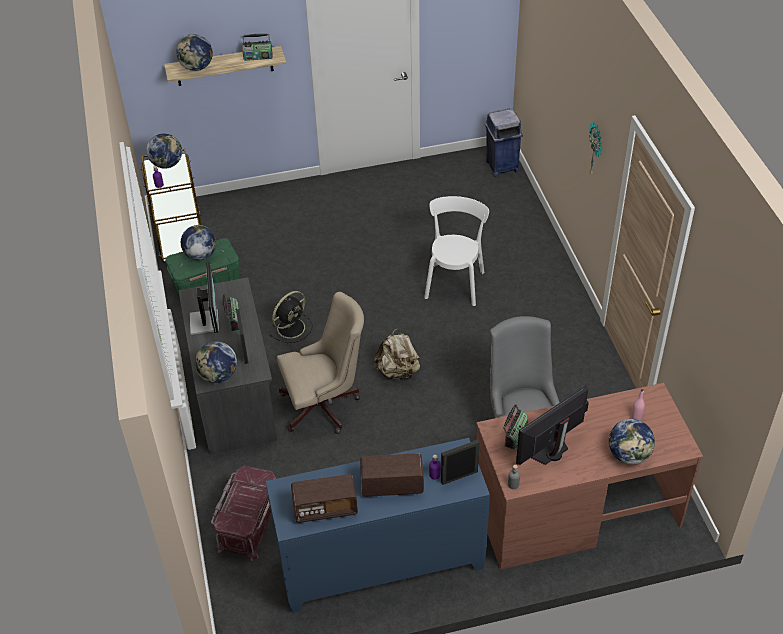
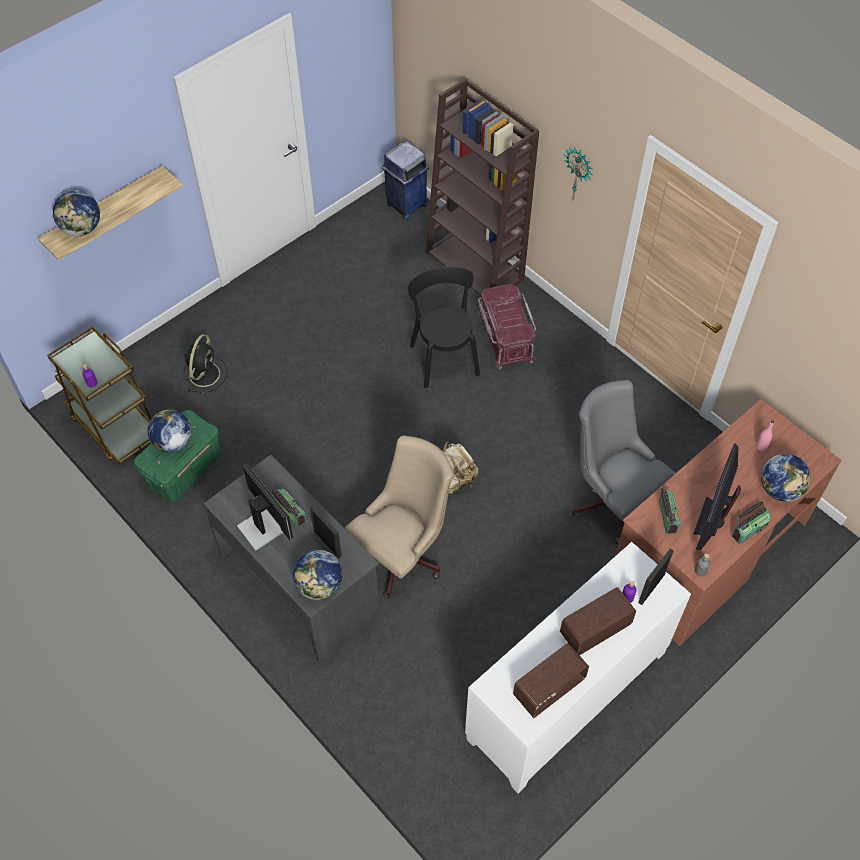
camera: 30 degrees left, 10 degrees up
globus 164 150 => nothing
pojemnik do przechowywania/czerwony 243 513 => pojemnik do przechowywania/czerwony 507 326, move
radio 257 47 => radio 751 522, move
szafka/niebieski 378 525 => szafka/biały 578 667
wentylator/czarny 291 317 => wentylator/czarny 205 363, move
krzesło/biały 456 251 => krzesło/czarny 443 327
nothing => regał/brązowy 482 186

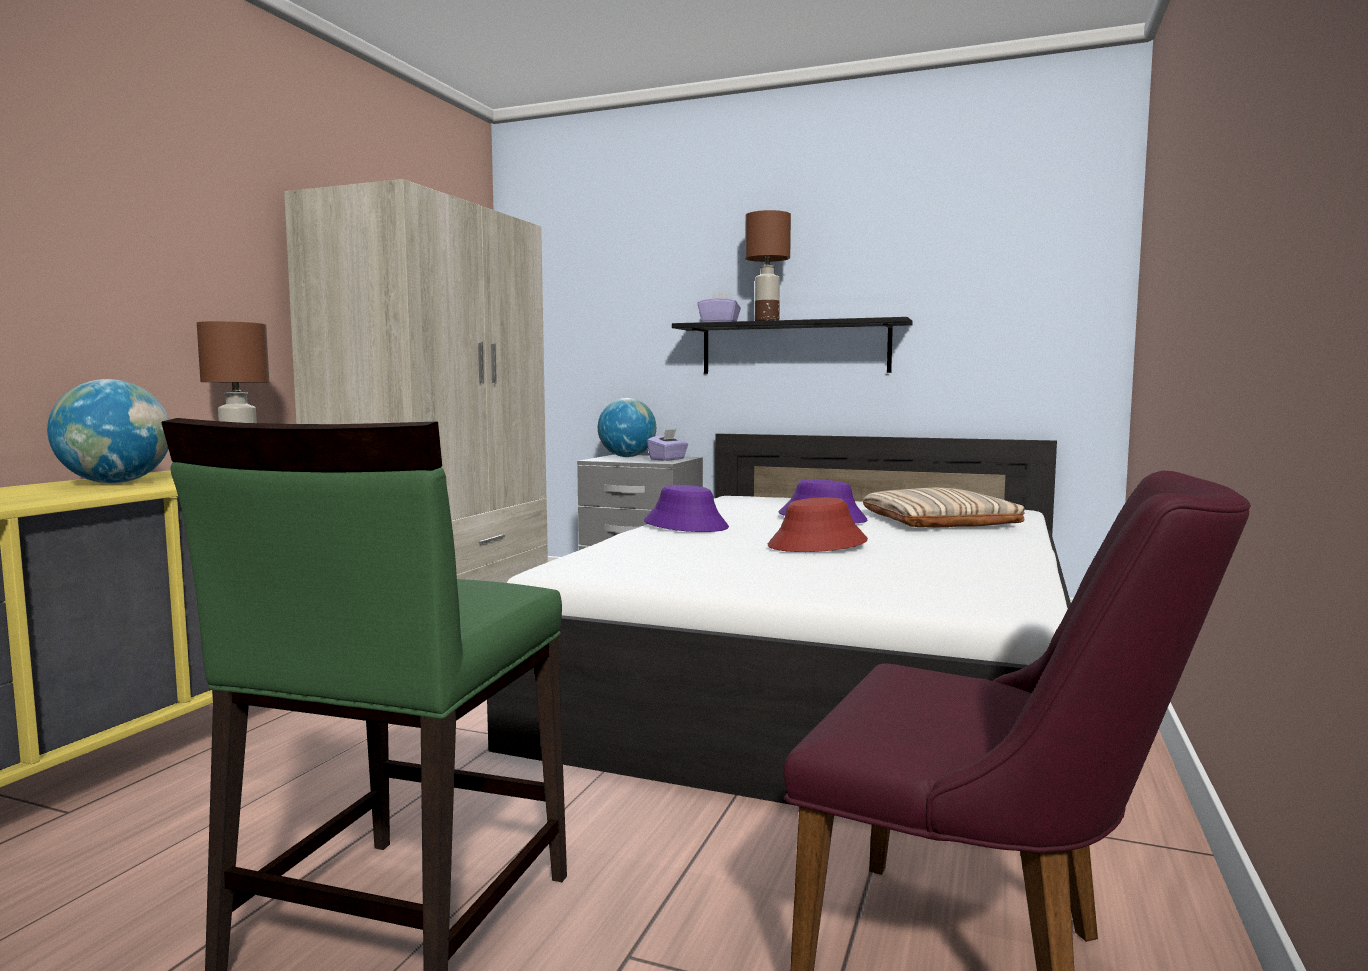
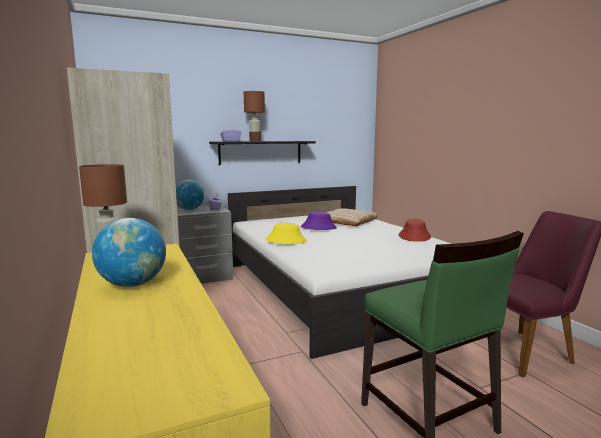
camera: 45 degrees left, 5 degrees up
kapelusz/fioletowy 686 508 => kapelusz/żółty 286 233
kapelusz/czerwony 818 525 => kapelusz/czerwony 415 230, move

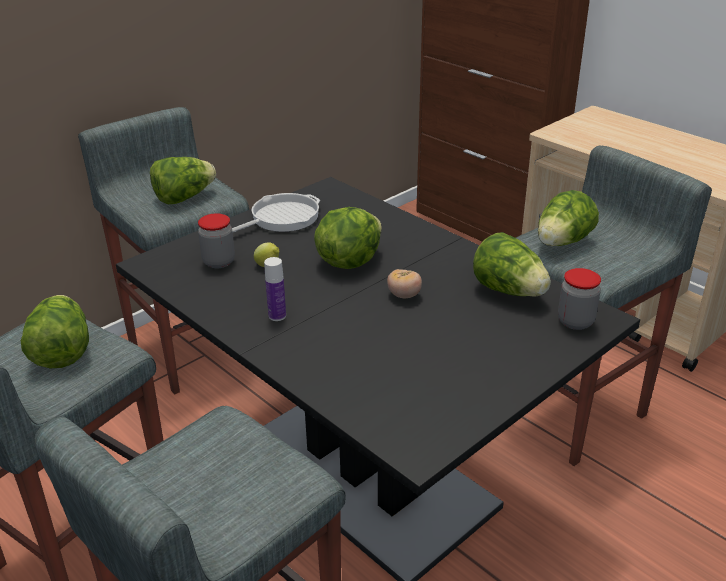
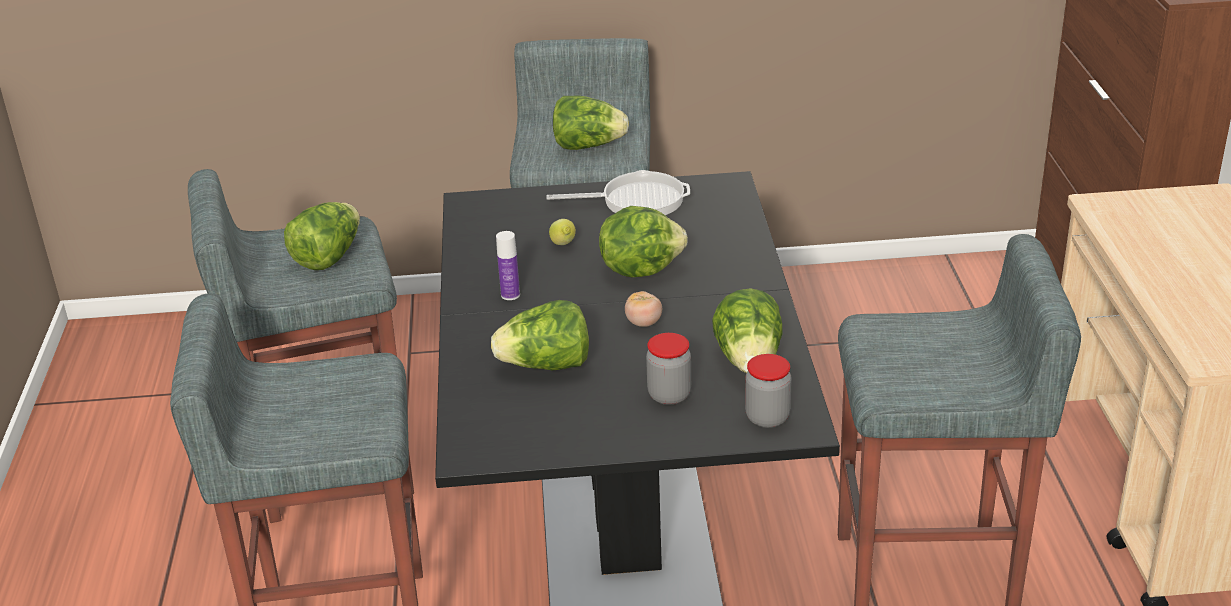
camera: 40 degrees right, 0 degrees up
słoik 216 240 => słoik 668 369, move
sałata 568 218 => sałata 540 335, move

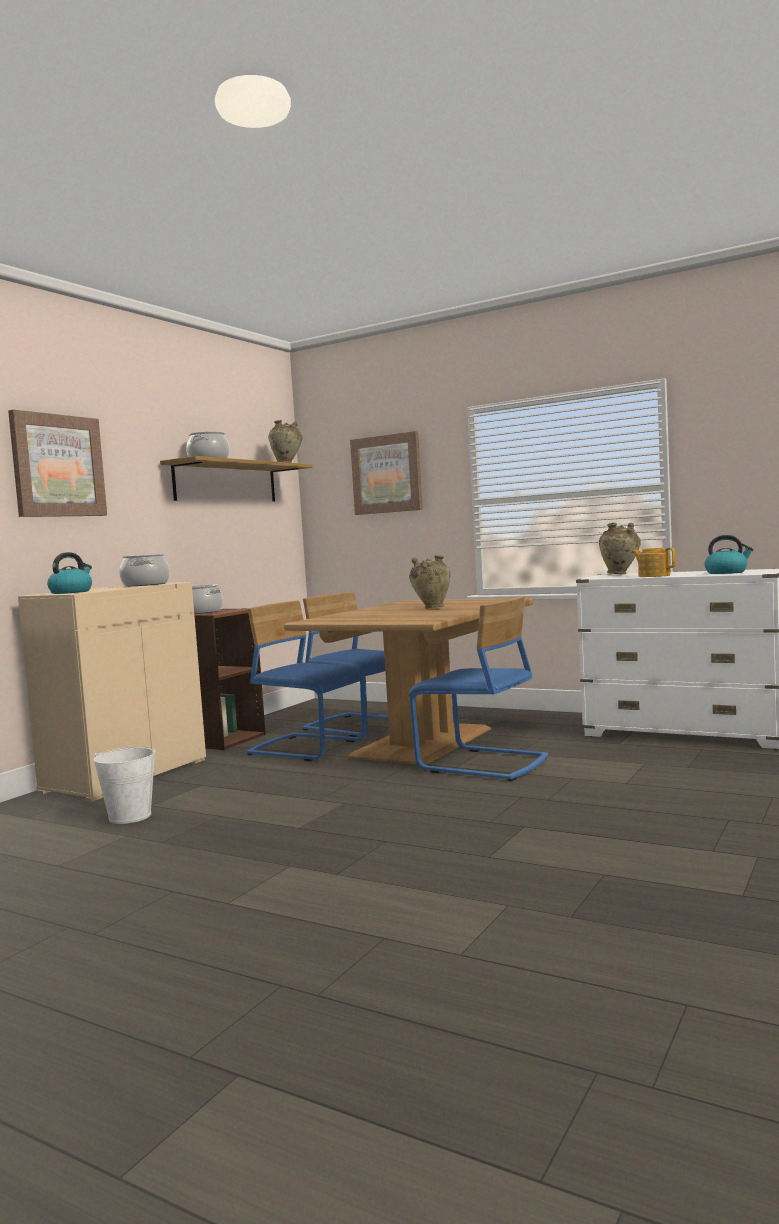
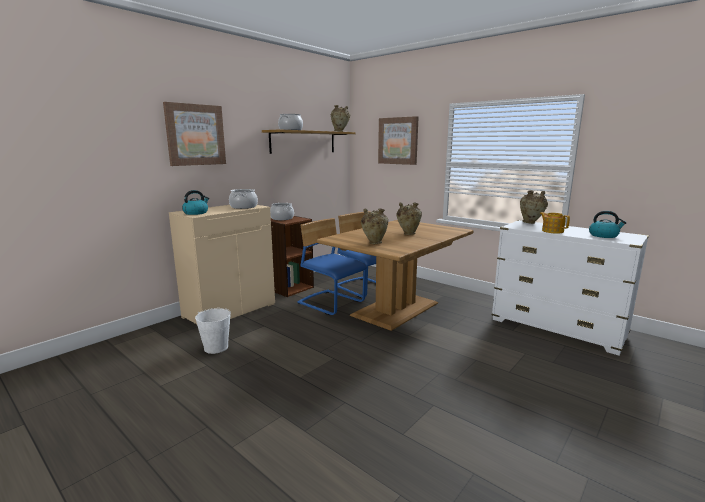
camera: 10 degrees right, 10 degrees up
krzesło/niebieski 478 688 => nothing
nothing => wazon/beżowy 374 226

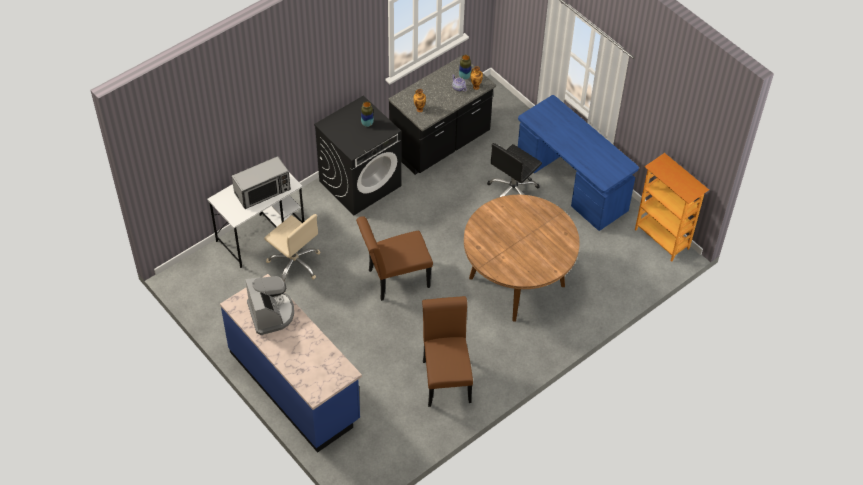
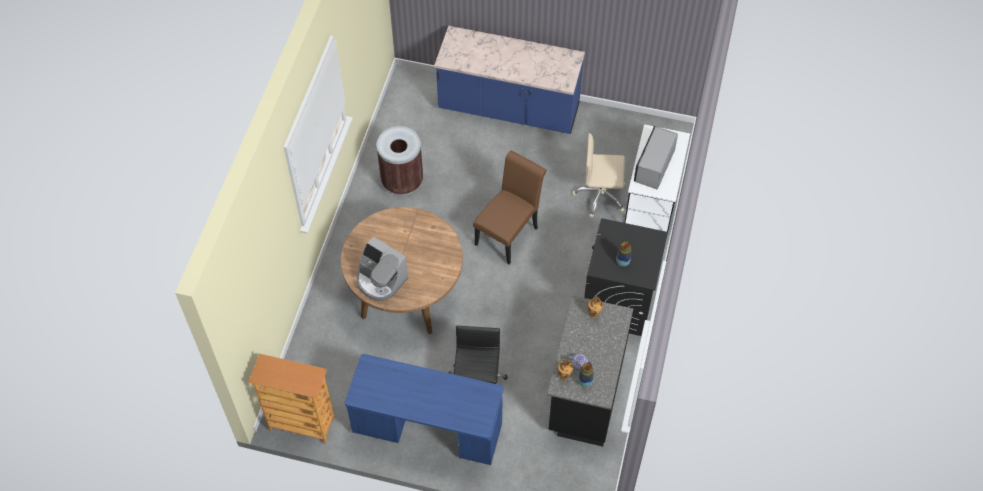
camera: 145 degrees right, 5 degrees up
ekspres do kawy 269 305 => ekspres do kawy 382 268, move
krzesło/brązowy 447 351 => kosz na śmieci/brązowy 400 161

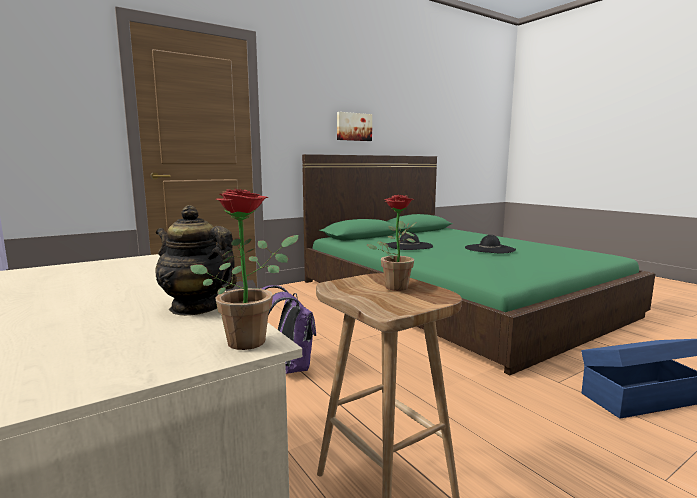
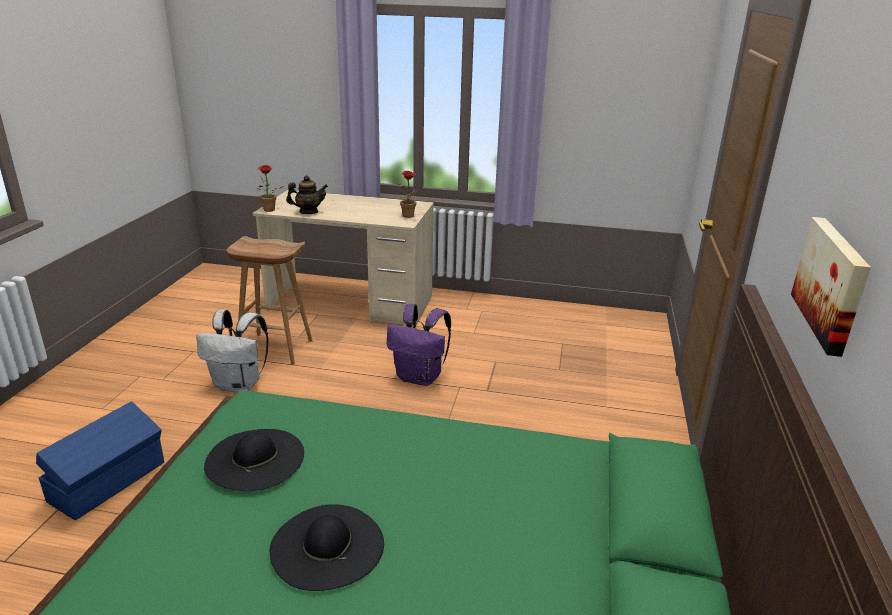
camera: 135 degrees right, 15 degrees up
roślina doniczkowa 391 242 => roślina doniczkowa 407 194, move
kapelusz/czarny 409 241 => kapelusz/czarny 254 460, move
nothing => plecak/biały 232 351

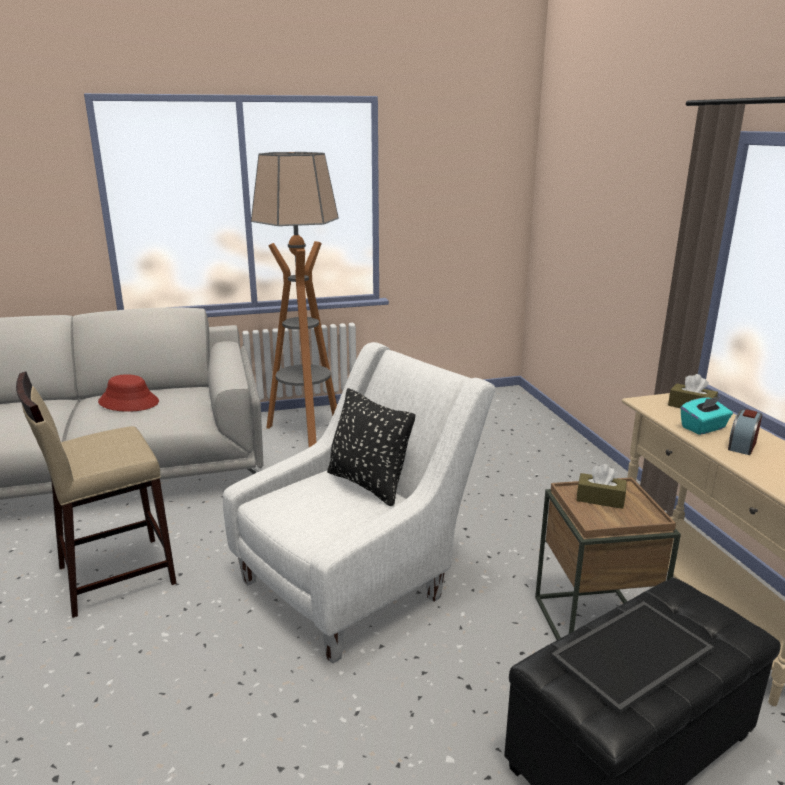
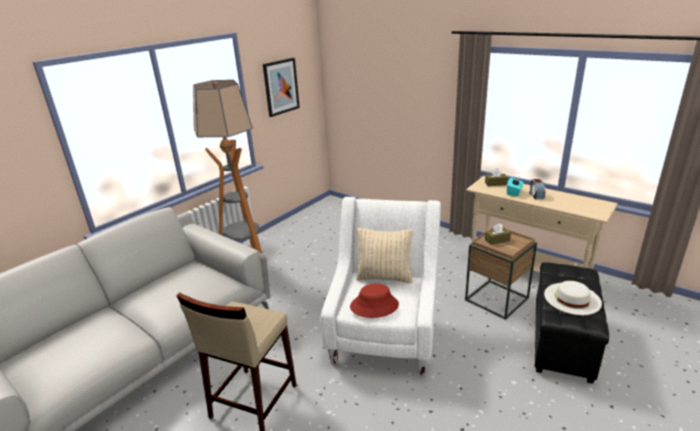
camera: 35 degrees left, 5 degrees up
kapelusz/czerwony 128 393 => kapelusz/czerwony 374 300, move
poduszka/czarny 371 447 => poduszka/beżowy 384 255
taca 632 657 => kapelusz/biały 573 298
nothing => obraz 281 87

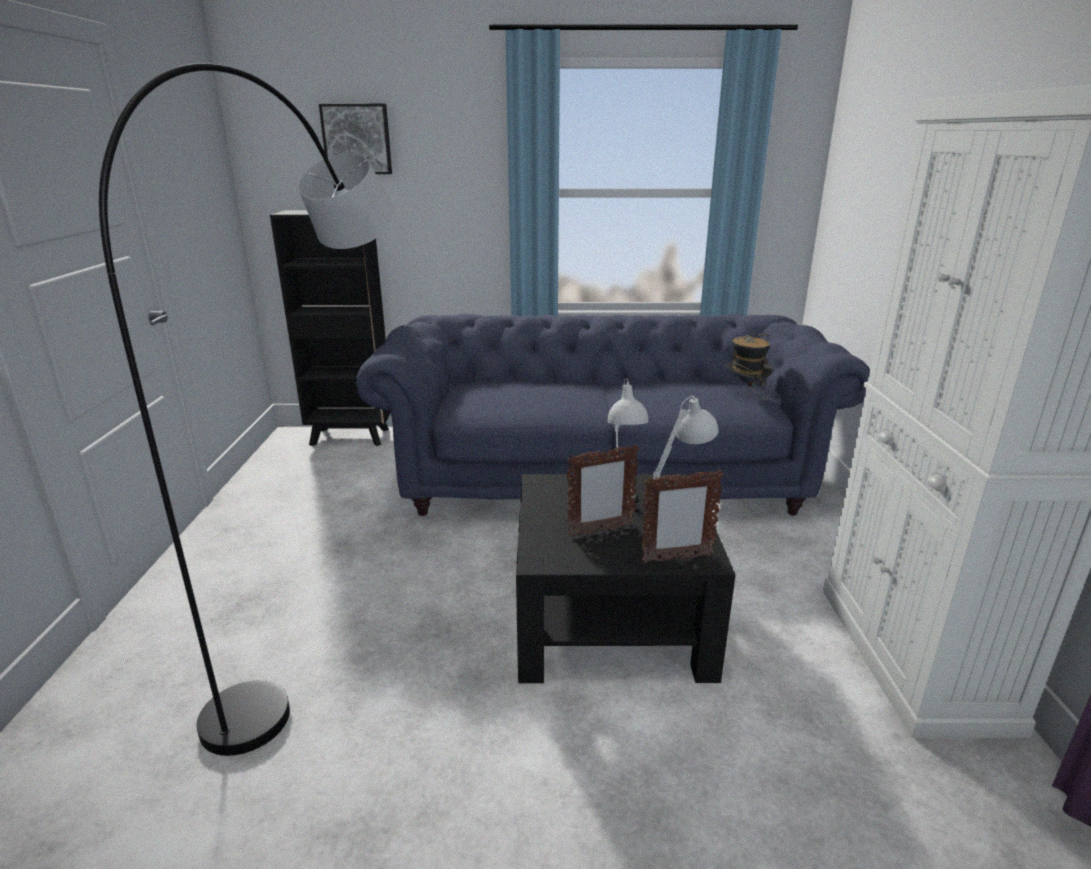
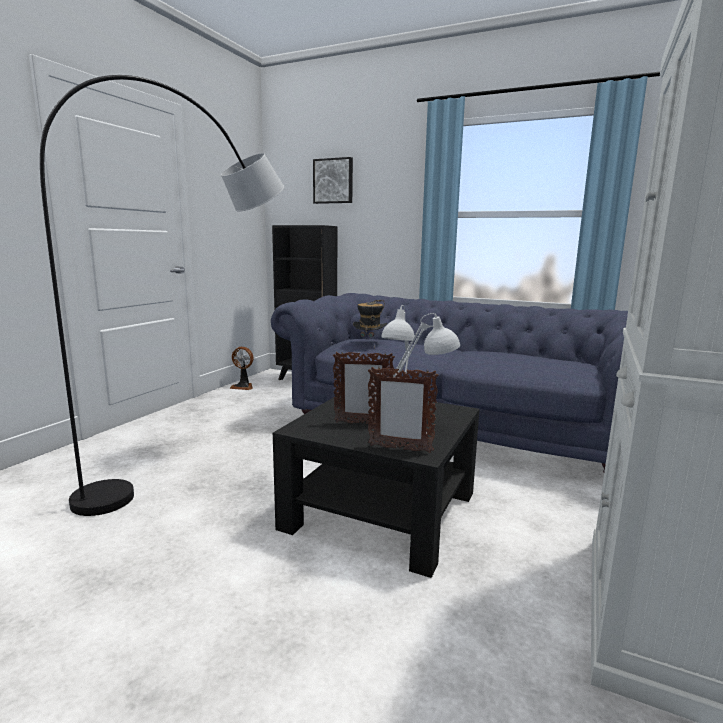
camera: 25 degrees right, 10 degrees down
kapelusz 748 366 => kapelusz 370 323, move
nothing => wentylator 242 368

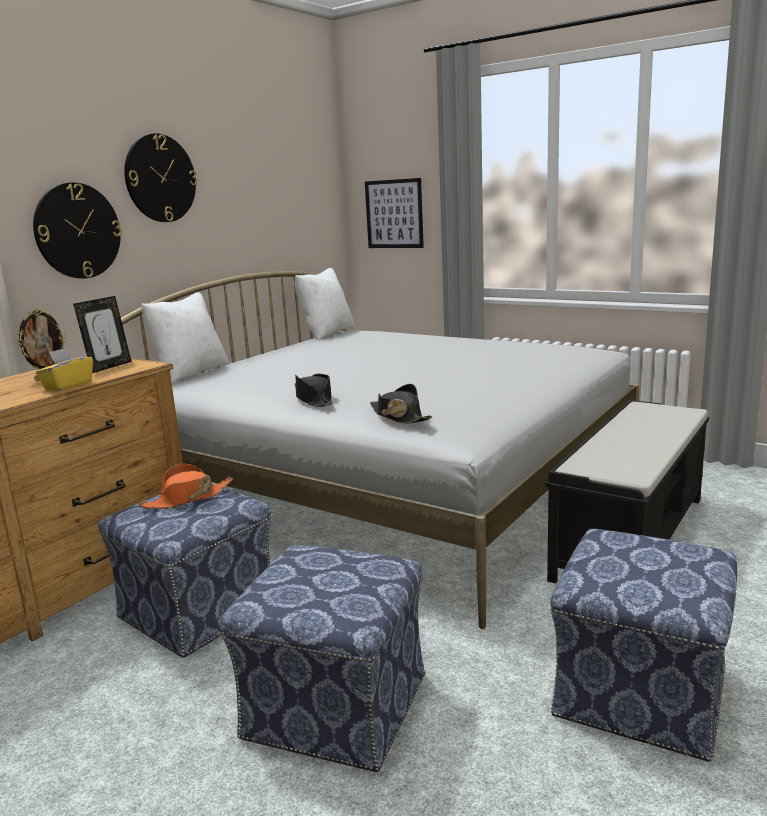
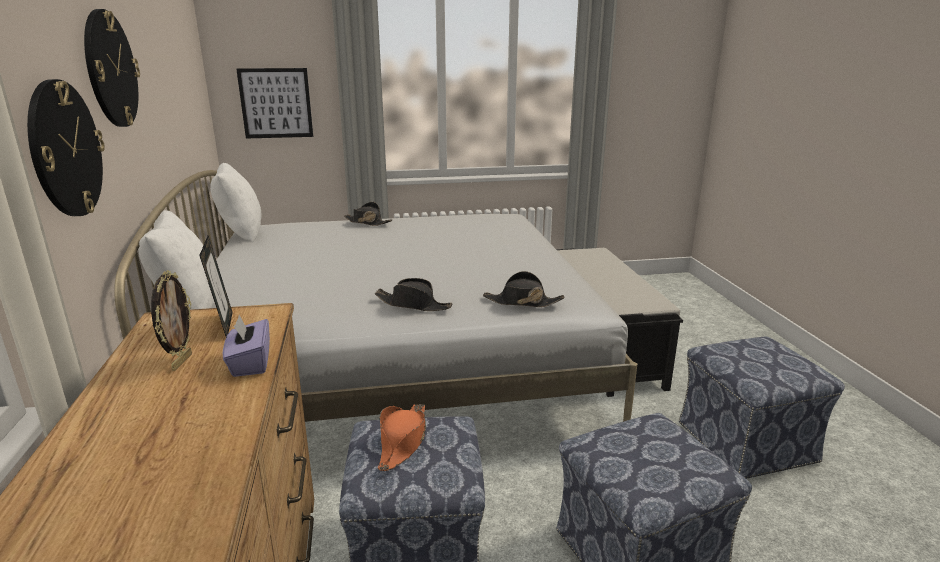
camera: 45 degrees left, 5 degrees up
pudełko chusteczek/żółty 64 369 => pudełko chusteczek/fioletowy 246 346
nothing => kapelusz/czarny 368 214

